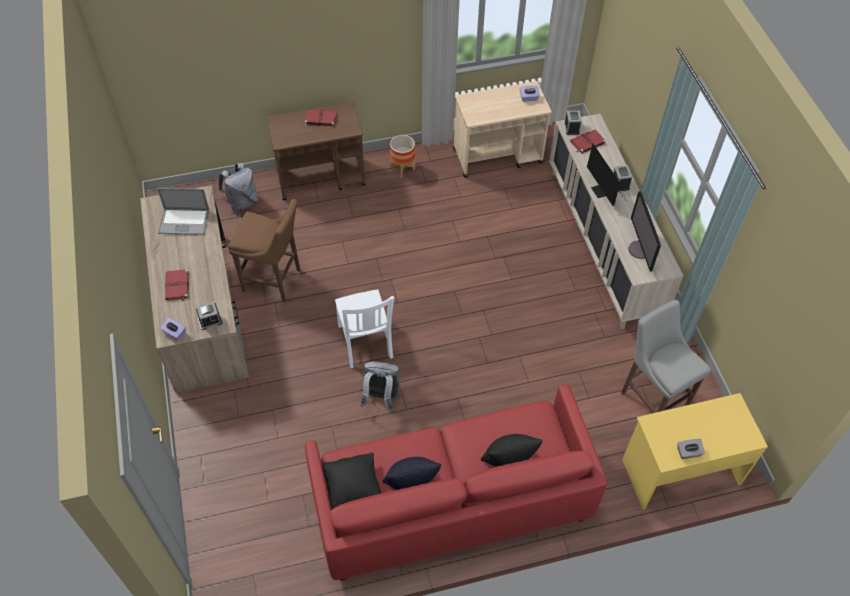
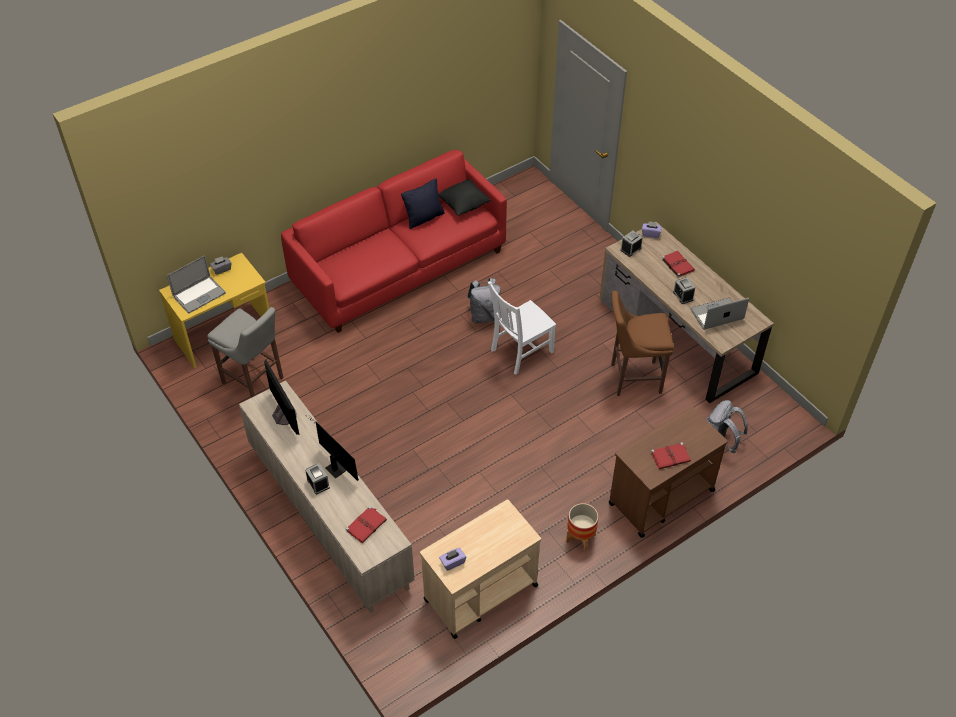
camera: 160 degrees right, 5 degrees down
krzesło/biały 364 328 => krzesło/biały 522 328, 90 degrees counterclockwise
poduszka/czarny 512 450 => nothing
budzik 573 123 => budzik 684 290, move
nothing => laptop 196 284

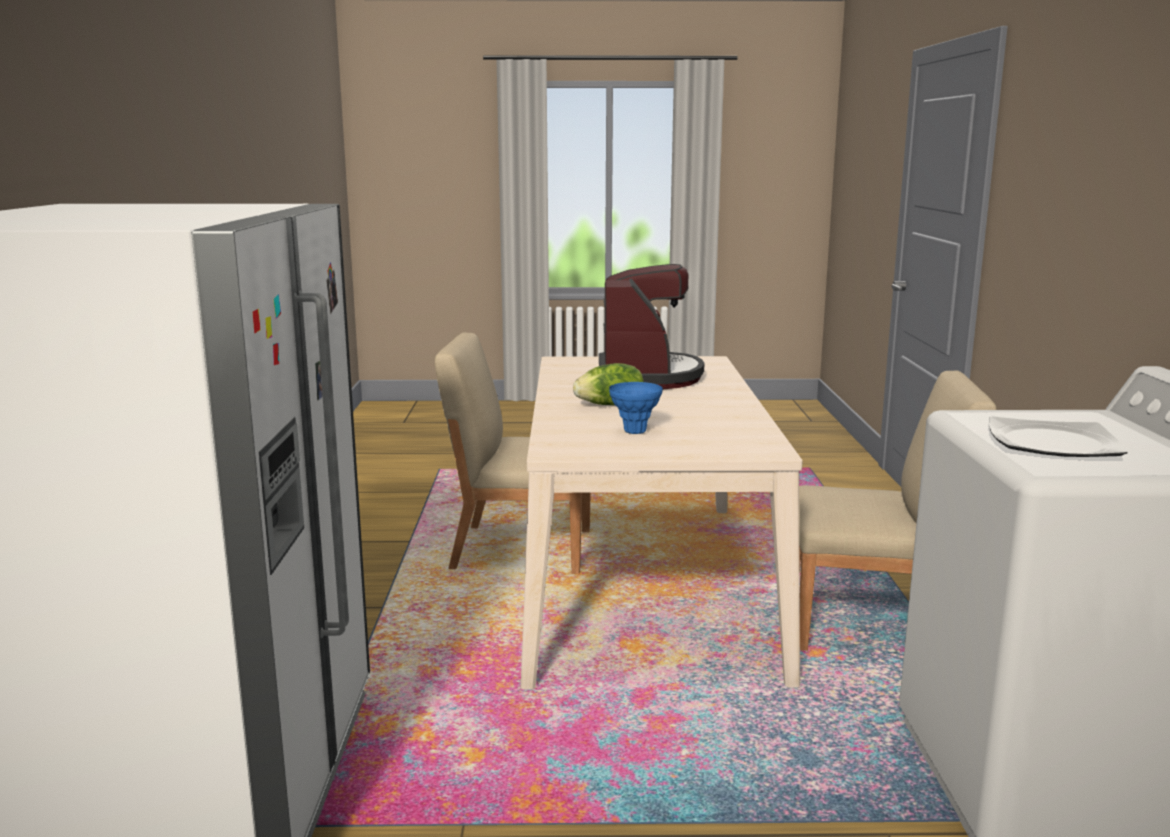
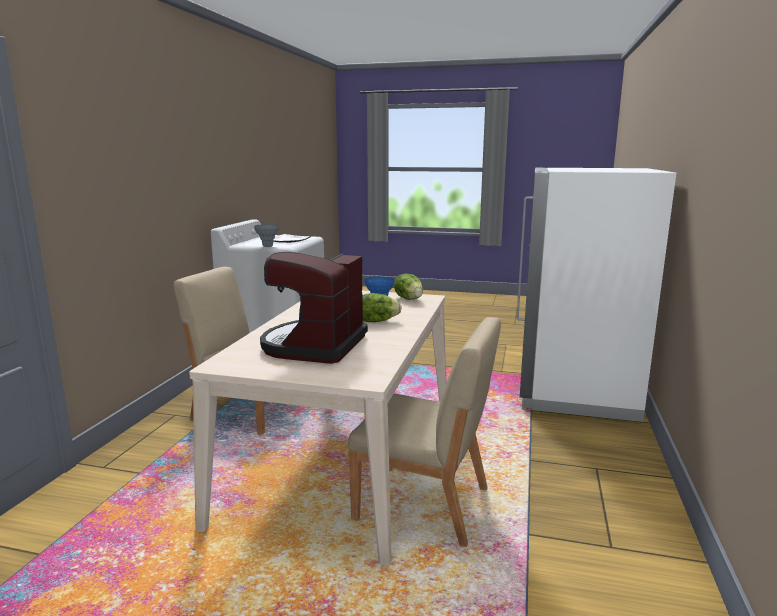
camera: 165 degrees left, 0 degrees up
nothing => wazon/szary 266 235
nothing => sałata 408 287

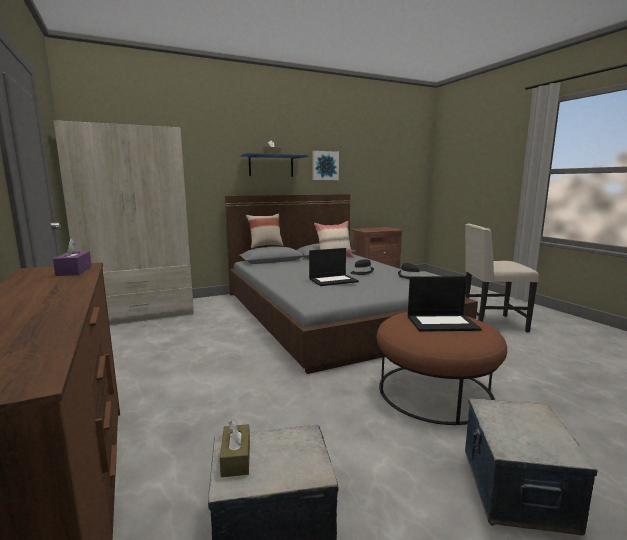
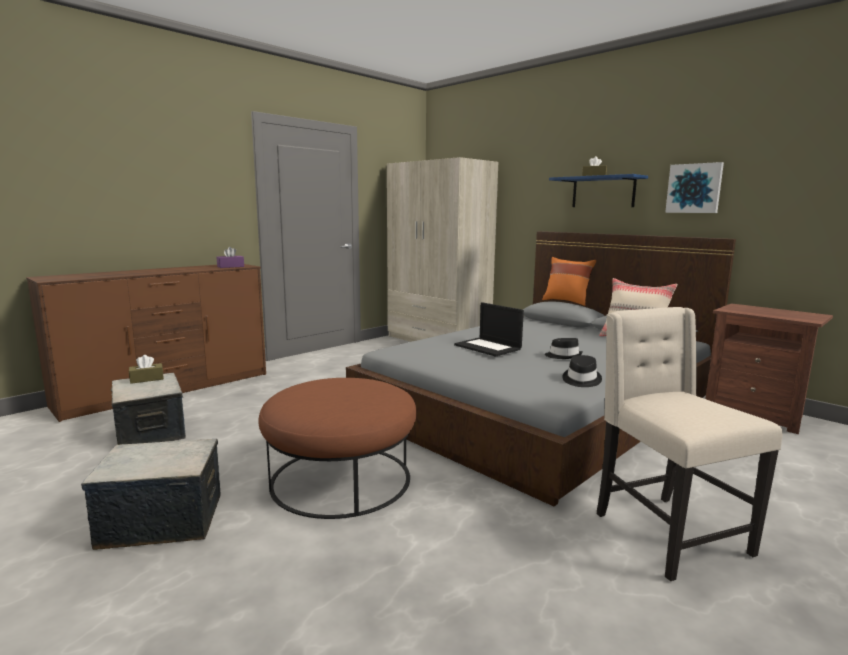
camera: 70 degrees right, 0 degrees up
poduszka/beżowy 265 231 => poduszka/pomarańczowy 569 281
laptop 445 304 => nothing

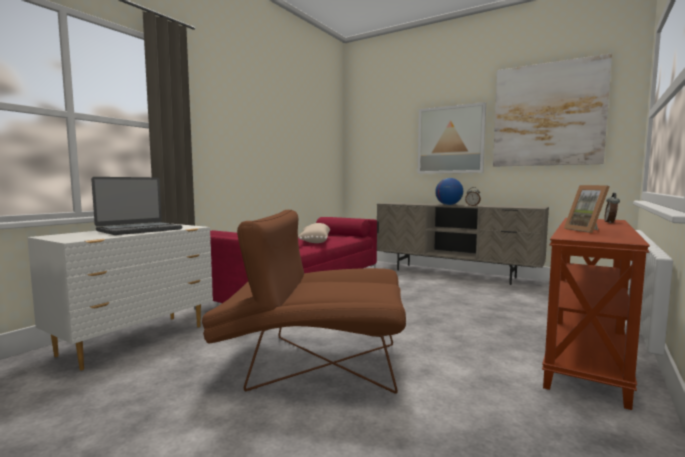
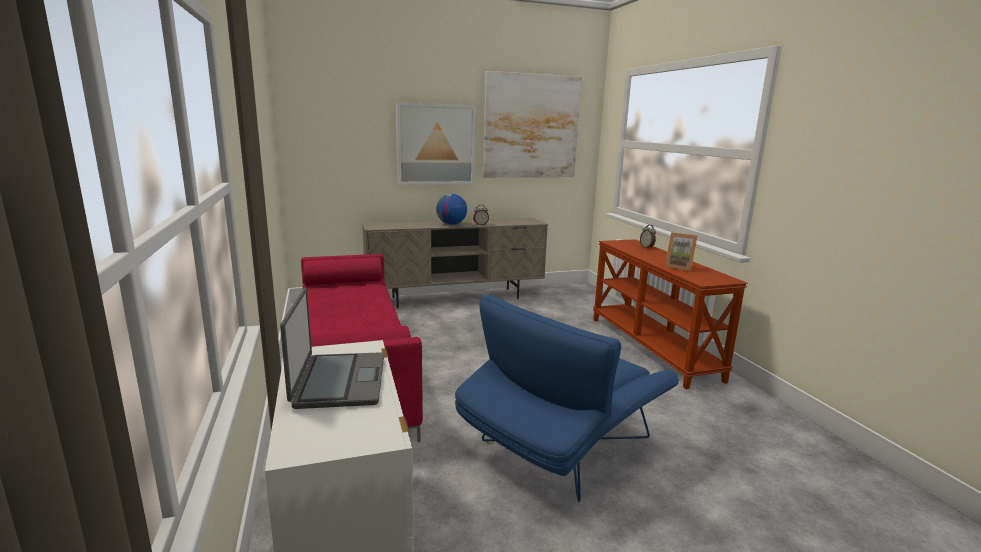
camera: 50 degrees left, 10 degrees up
fotel/brązowy 304 302 => fotel/niebieski 567 398
poduszka/beżowy 314 233 => nothing

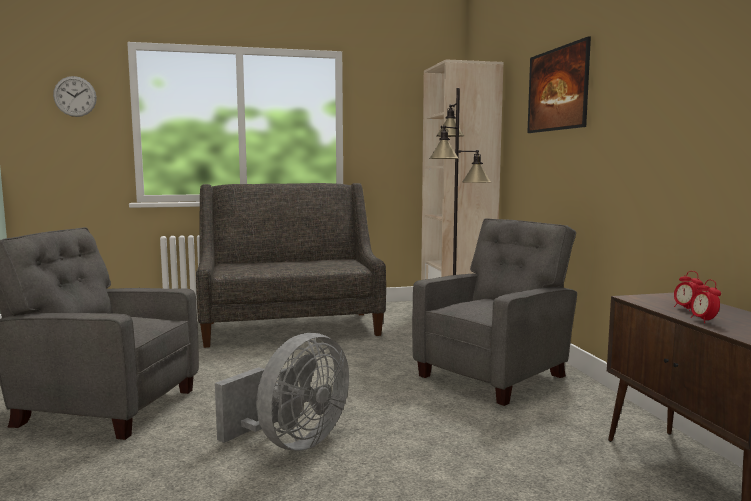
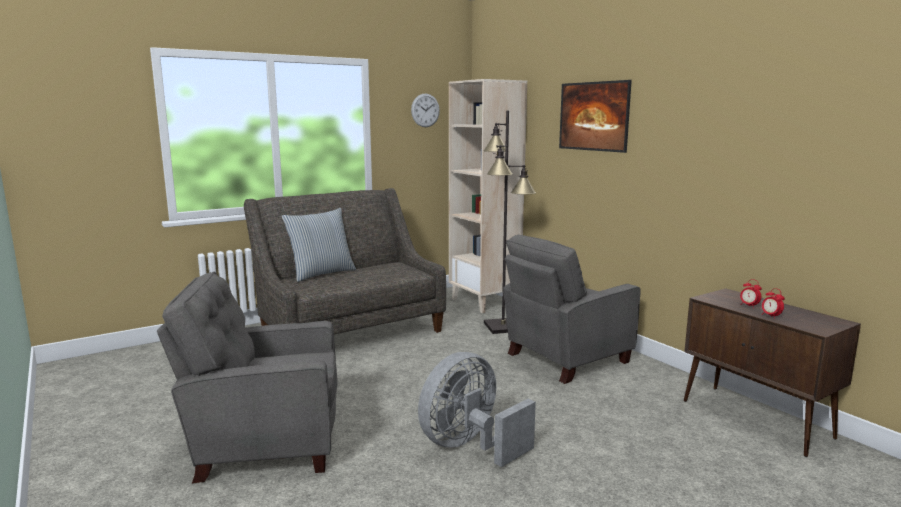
camera: 20 degrees left, 5 degrees up
zegar ścienny 75 96 => zegar ścienny 425 110, move
wentylator/szary 282 392 => wentylator/szary 477 409, 150 degrees counterclockwise
fotel/szary 494 312 => fotel/szary 572 309, 150 degrees counterclockwise
nothing => poduszka 319 245

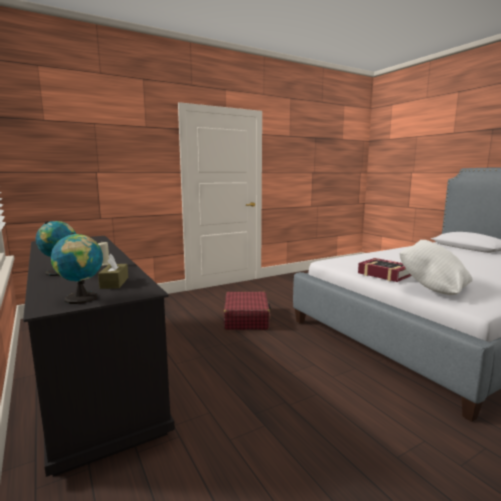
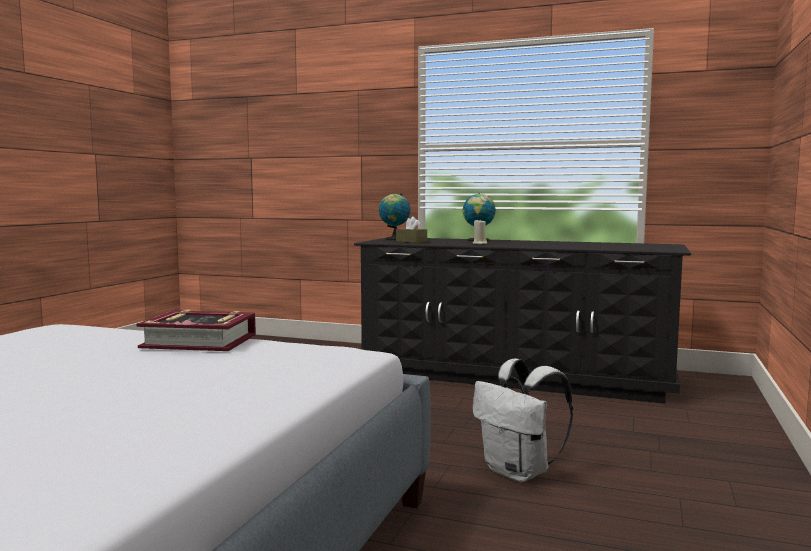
camera: 140 degrees right, 5 degrees down
walizka/czerwony 247 310 => plecak/biały 522 420
poduszka/biały 435 267 => nothing

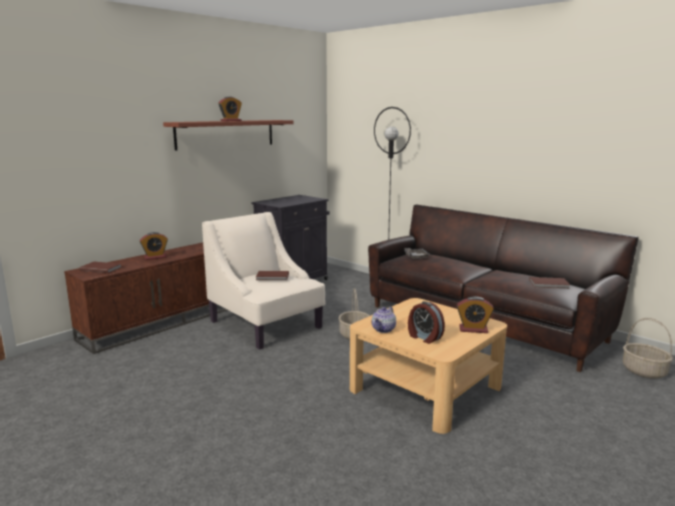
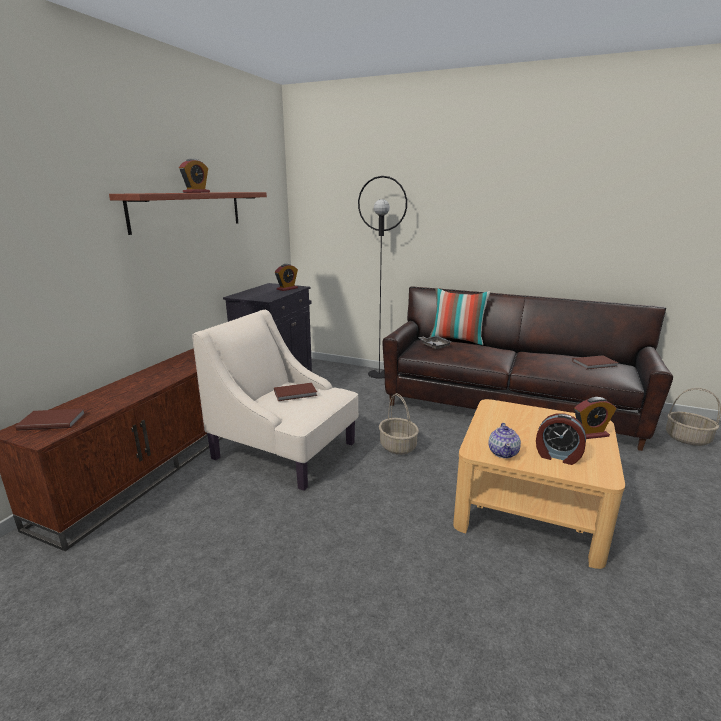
camera: 20 degrees left, 5 degrees up
budzik 154 246 => budzik 286 277, move
nothing => poduszka 460 316

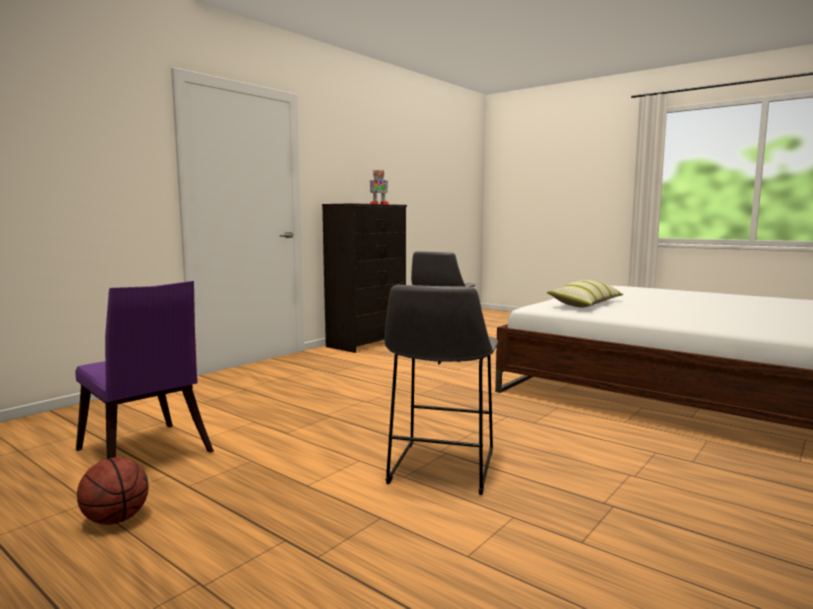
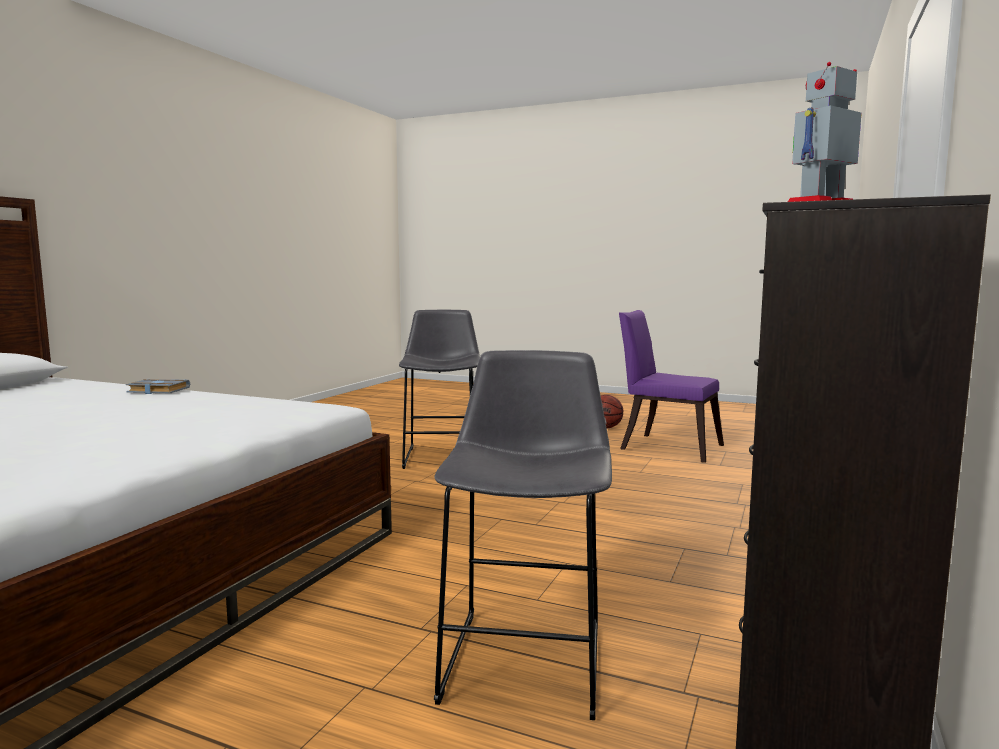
camera: 165 degrees right, 0 degrees up
poduszka 585 294 => nothing
nothing => książka/szary 158 386

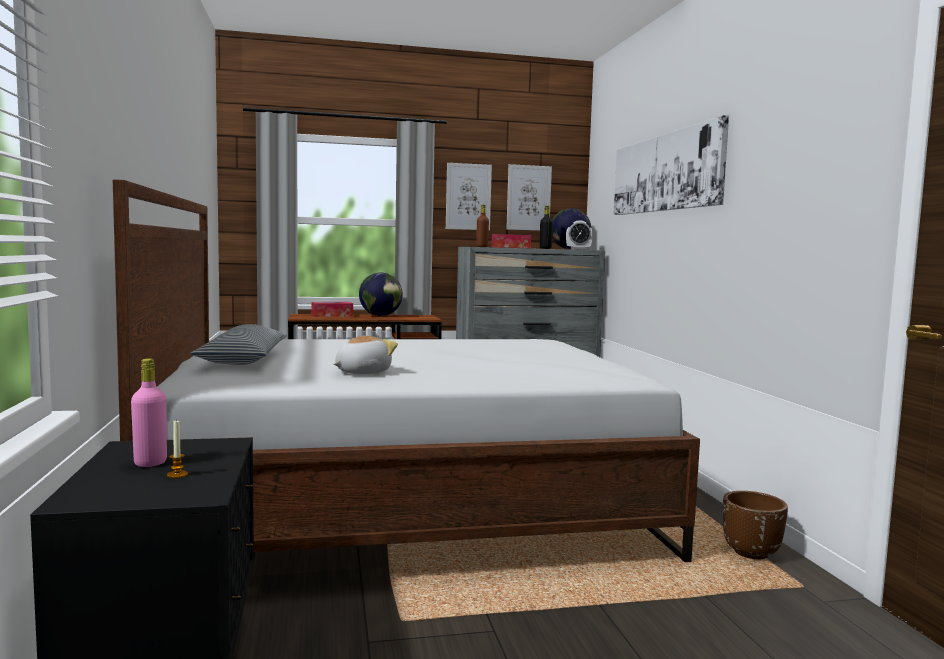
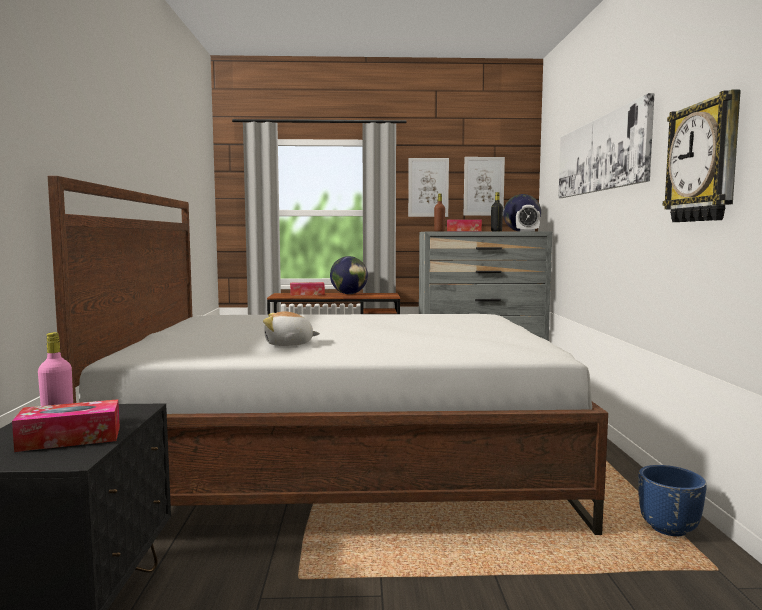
camera: 10 degrees right, 0 degrees up
świeca 177 448 => pudełko chusteczek 66 425
poduszka 238 344 => nothing
pluszak 366 355 => pluszak 291 328, 150 degrees counterclockwise
donica/brązowy 755 525 => donica/niebieski 672 500
nothing => zegar ścienny 702 155

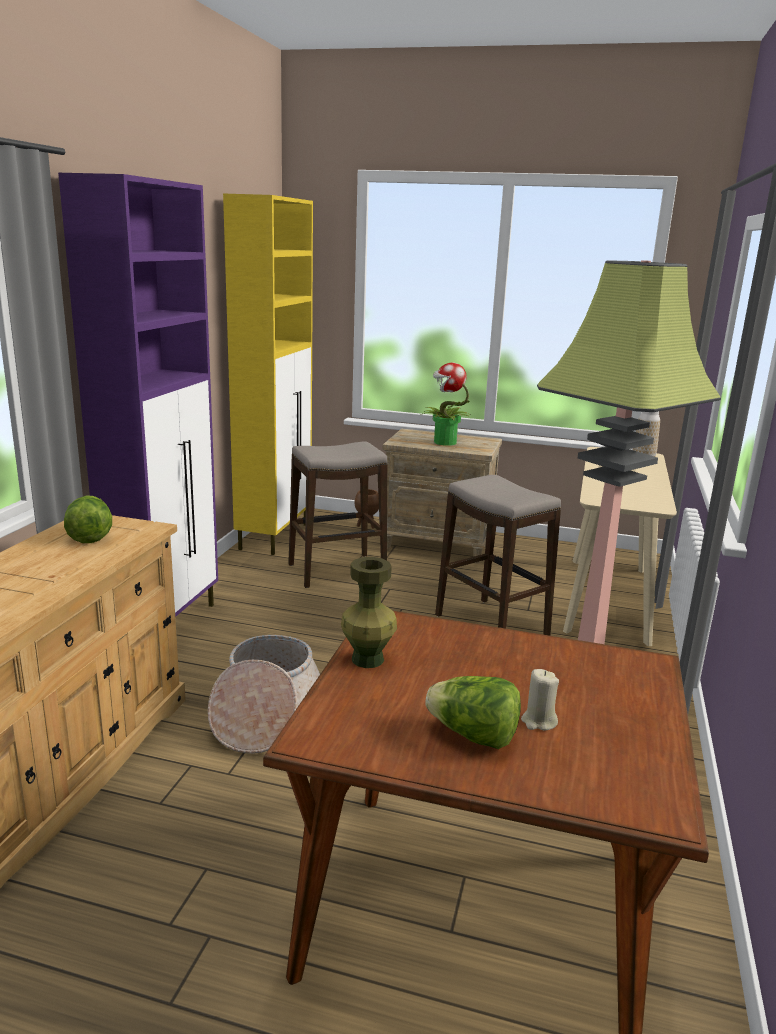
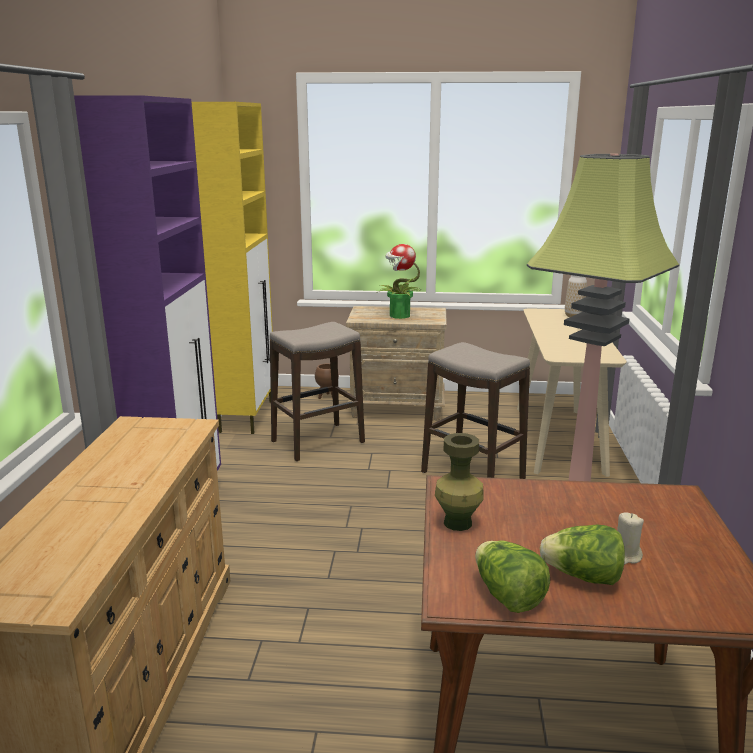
camera: 10 degrees left, 0 degrees up
sałata 88 519 => sałata 512 576, move
koszyk 264 694 => nothing

